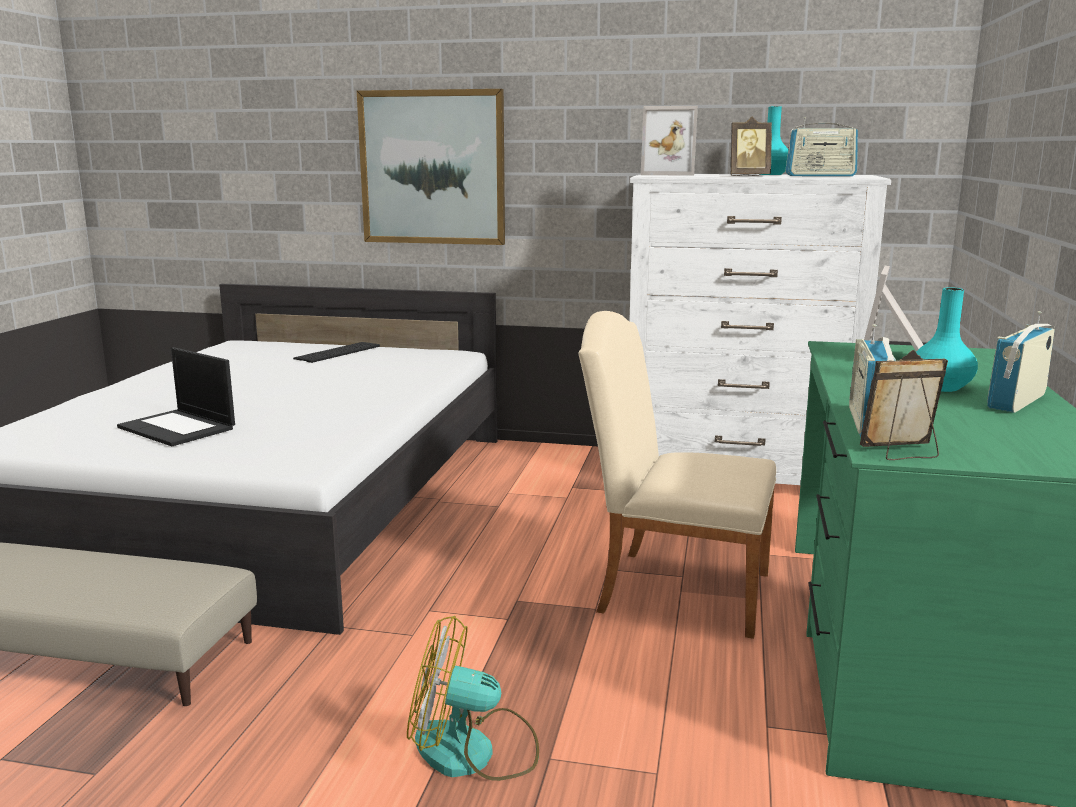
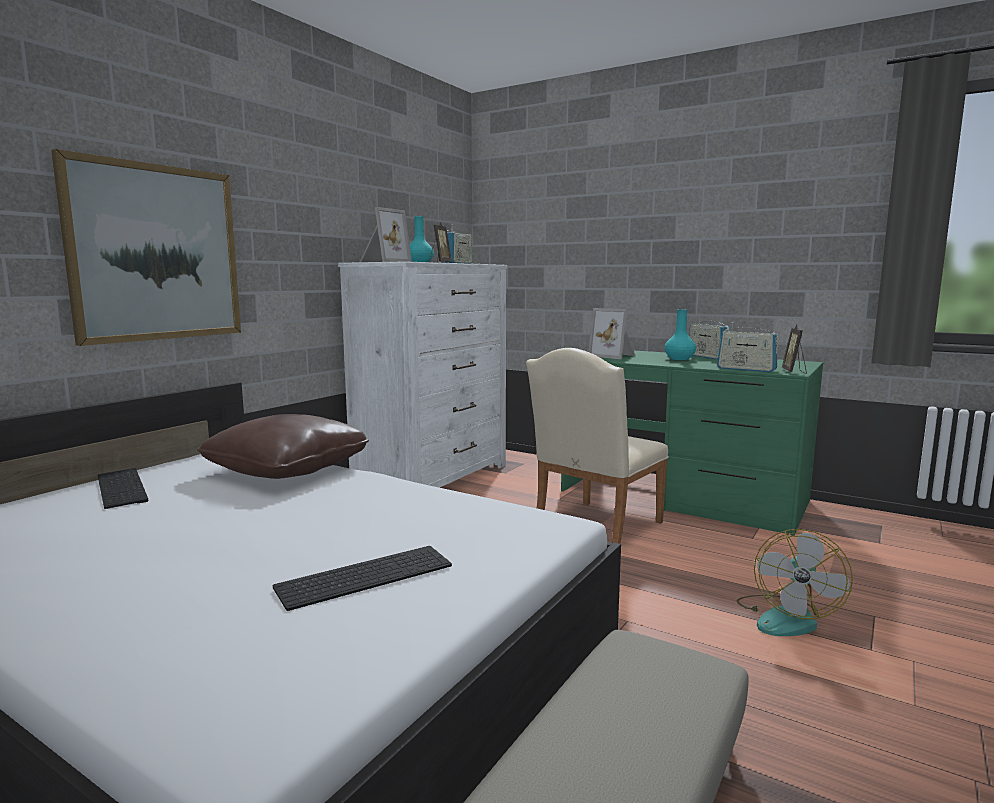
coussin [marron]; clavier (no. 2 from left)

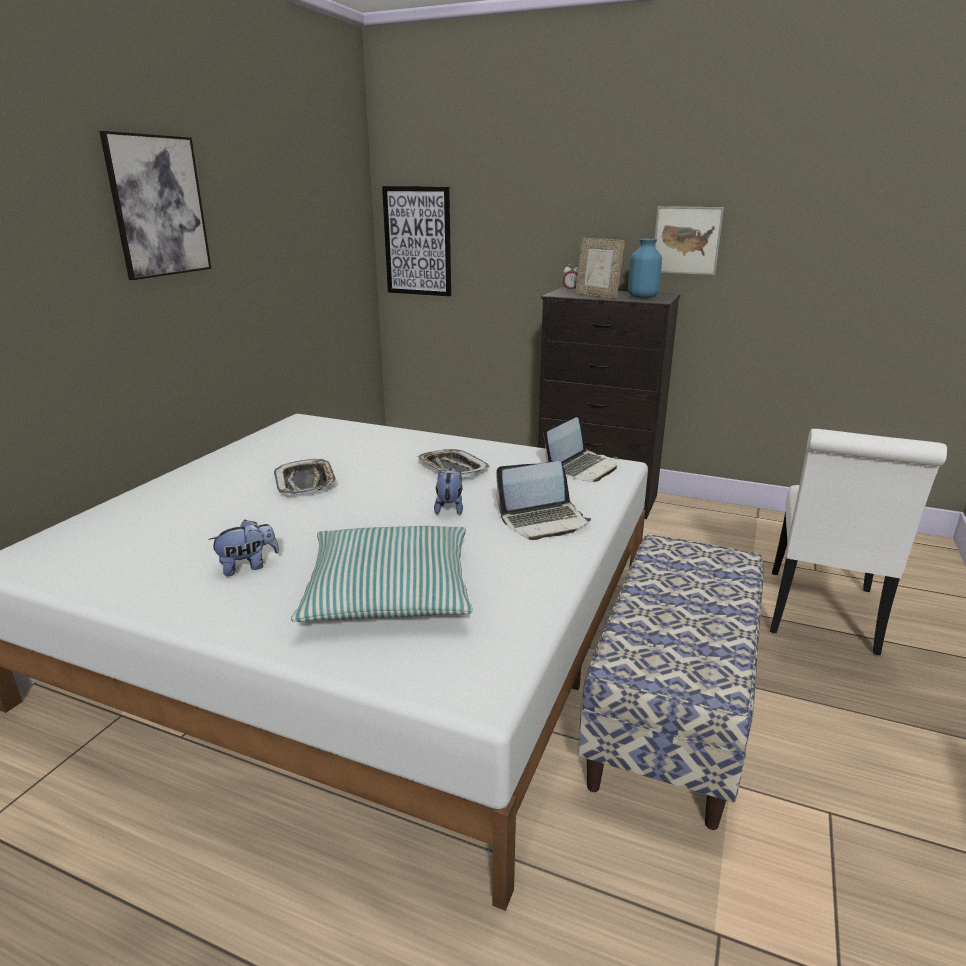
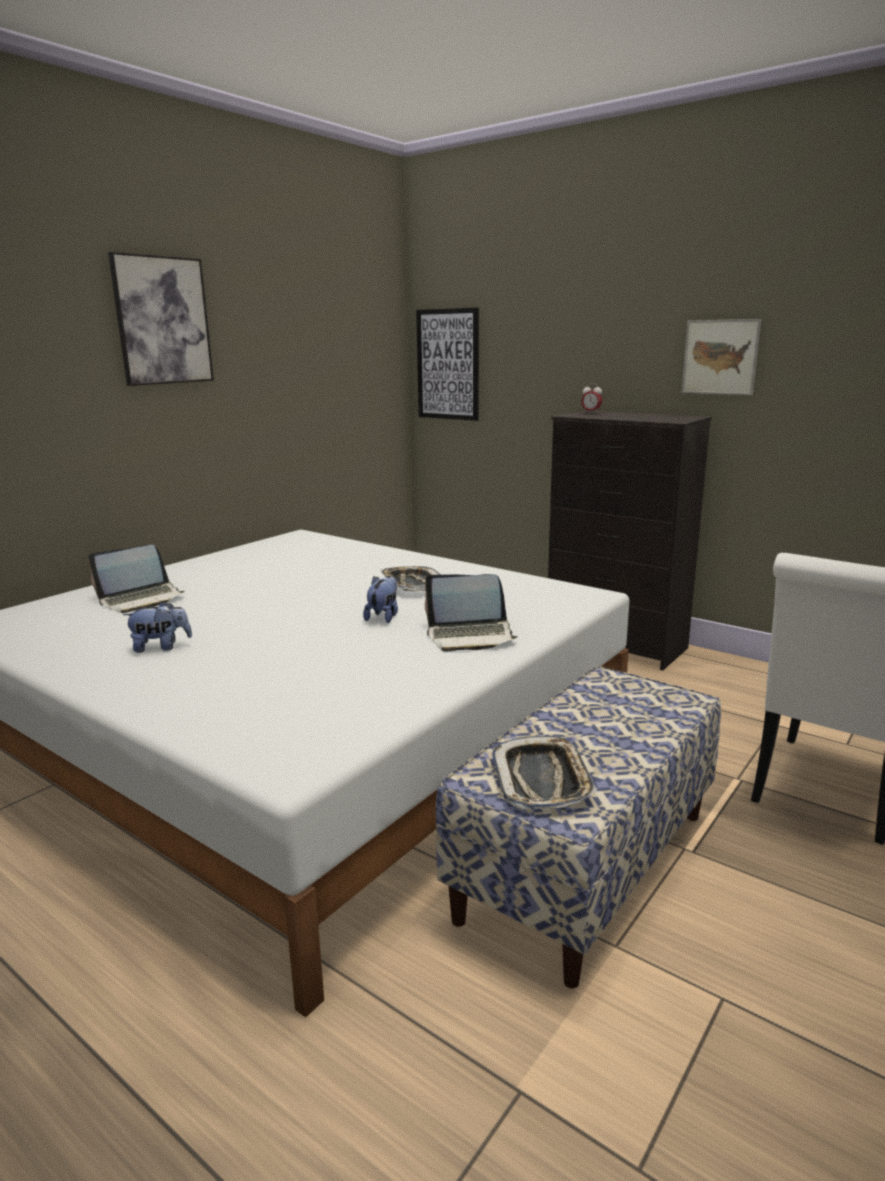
coussin; cadre photo; vase [bleu]; plateau (no. 2 from left); ordinateur portable (no. 1 from left)

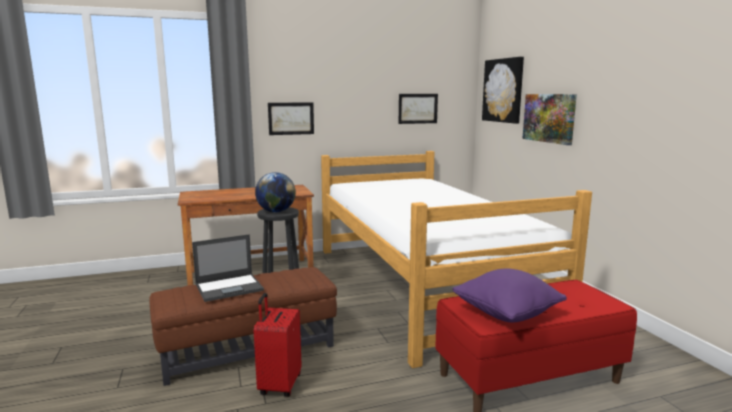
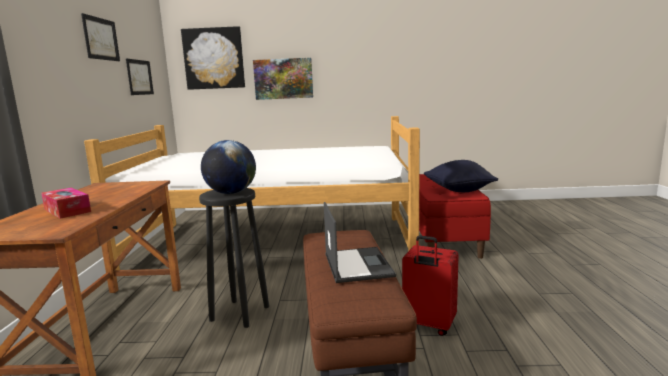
boîte à mouchoirs; tableau (no. 1 from left); coussin [noir]

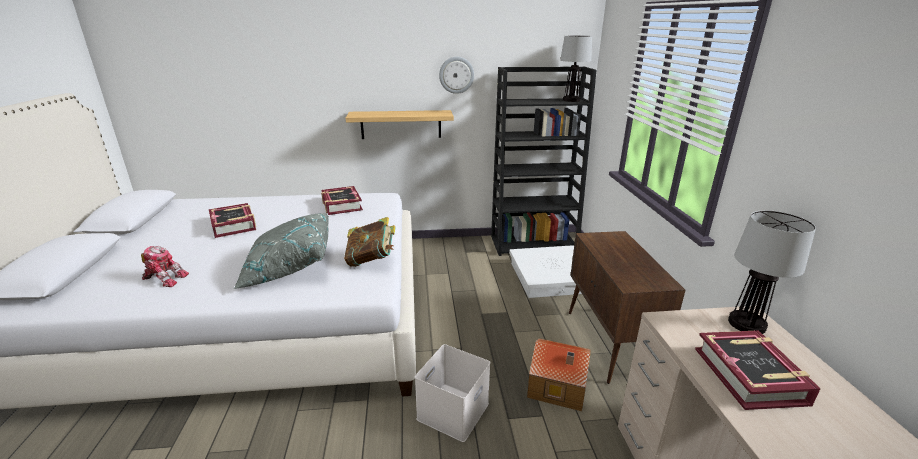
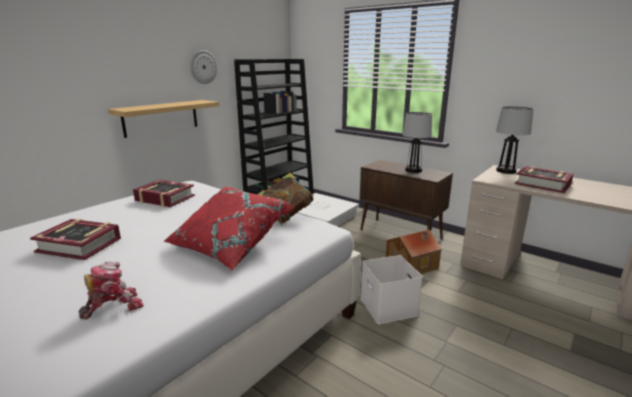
lampe de table (no. 1 from left); coussin [rouge]

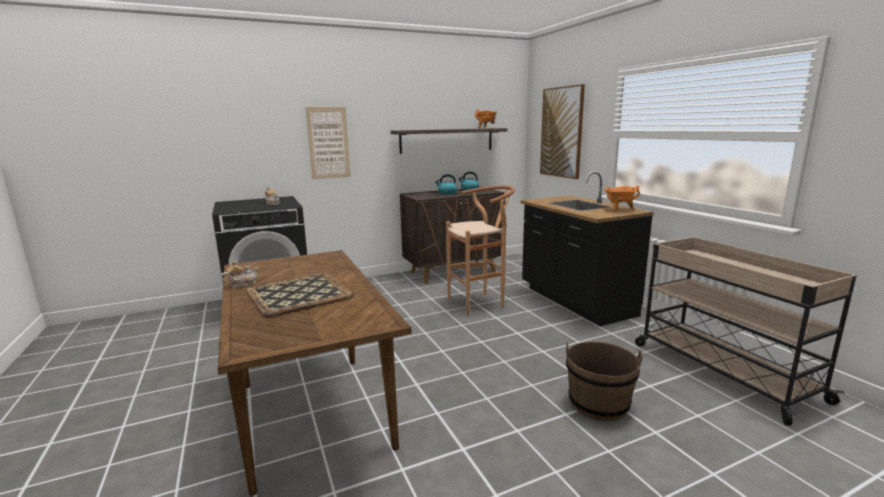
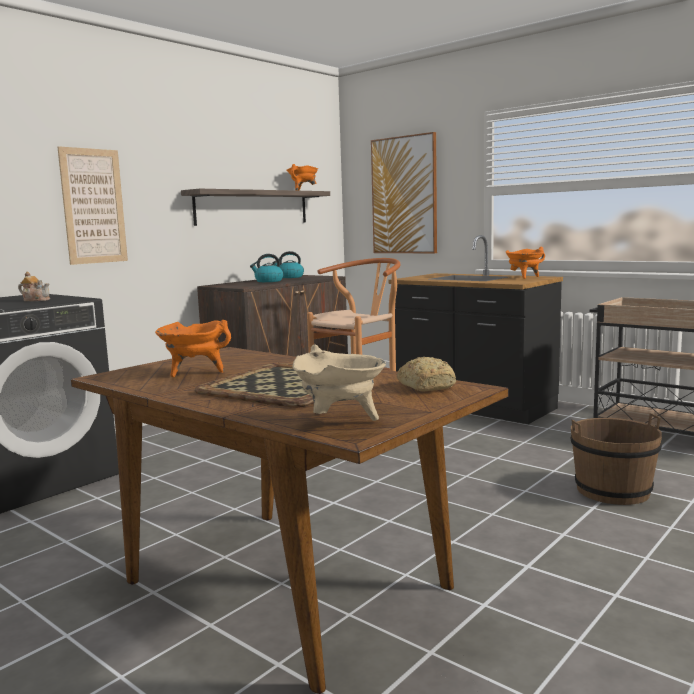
théière (no. 1 from left in the first image); marmite [orange] (no. 1 from left); marmite [beige]; pain

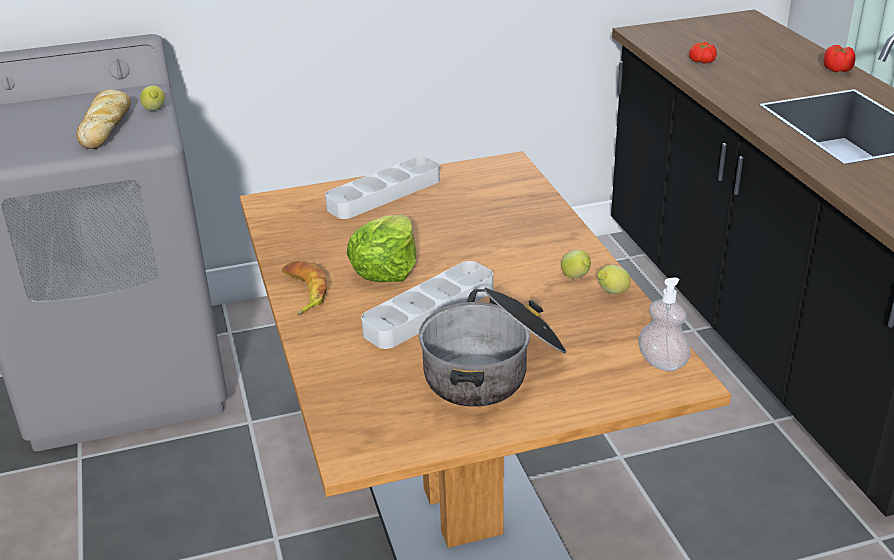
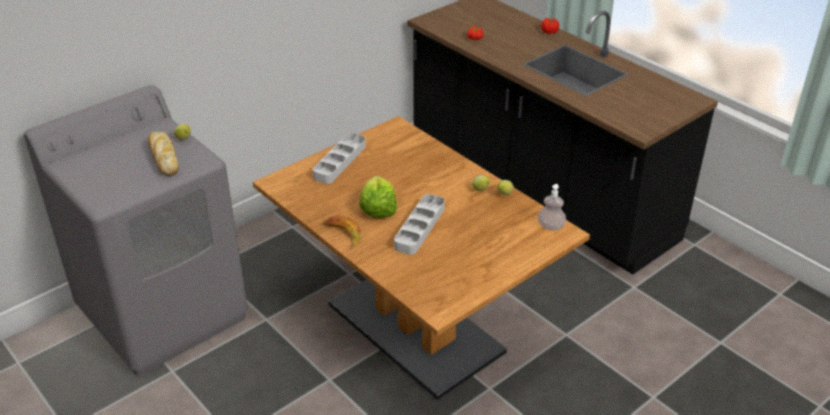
marmite

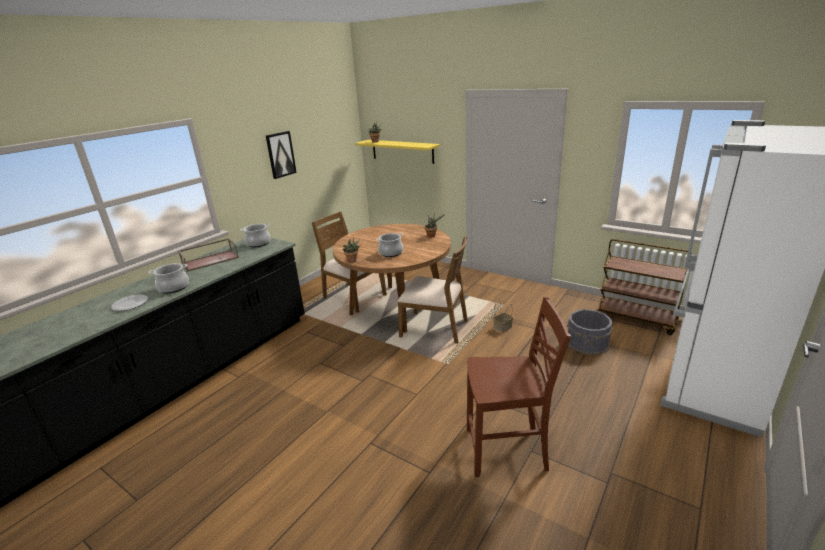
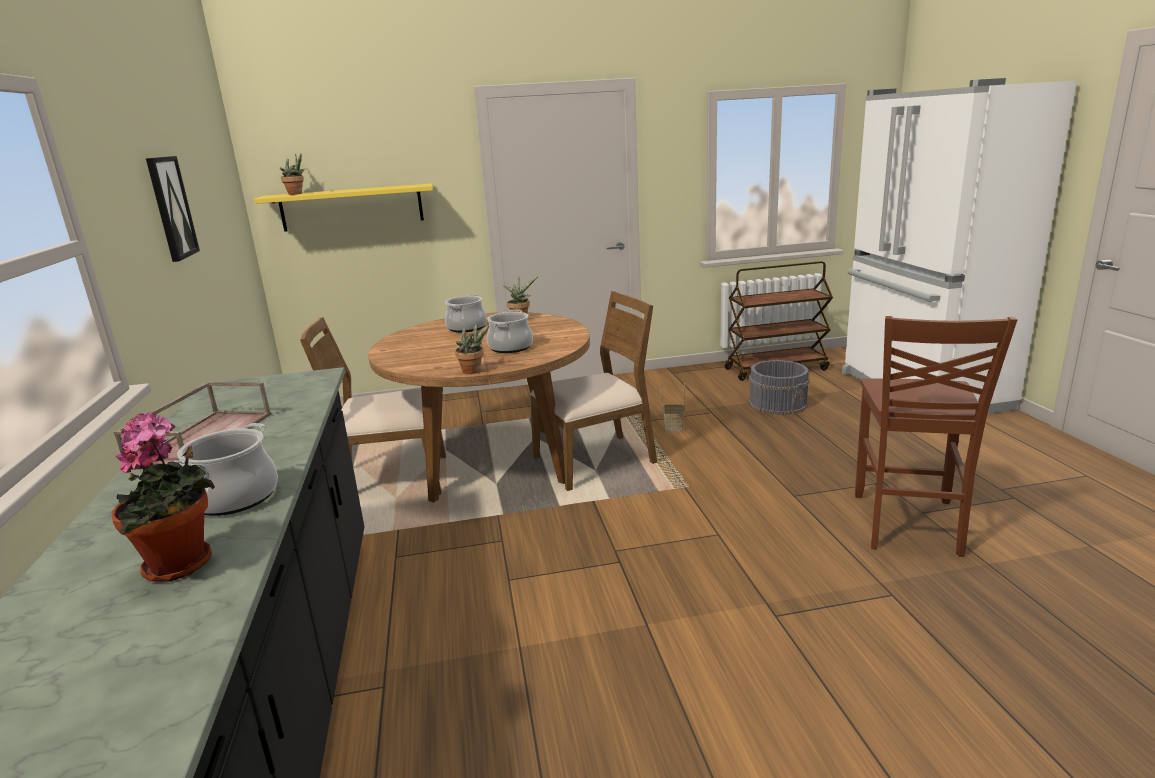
marmite (no. 2 from left); plante en pot (no. 1 from left); chaise [marron] (no. 3 from left)

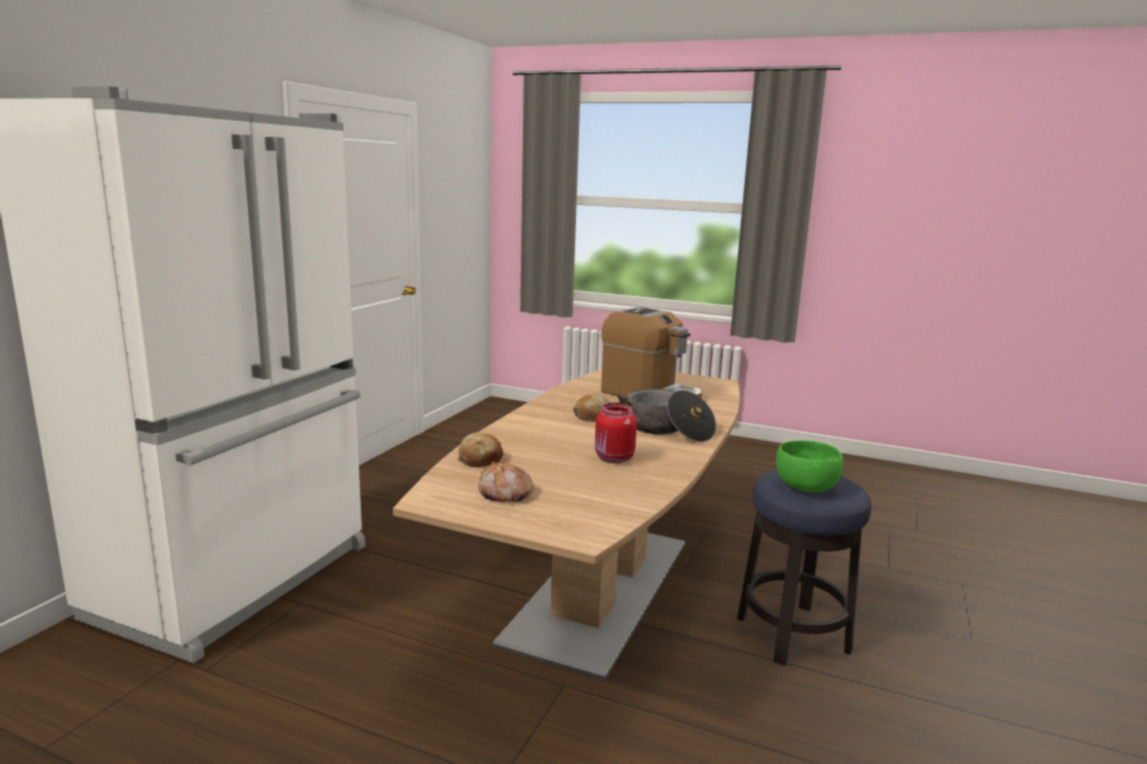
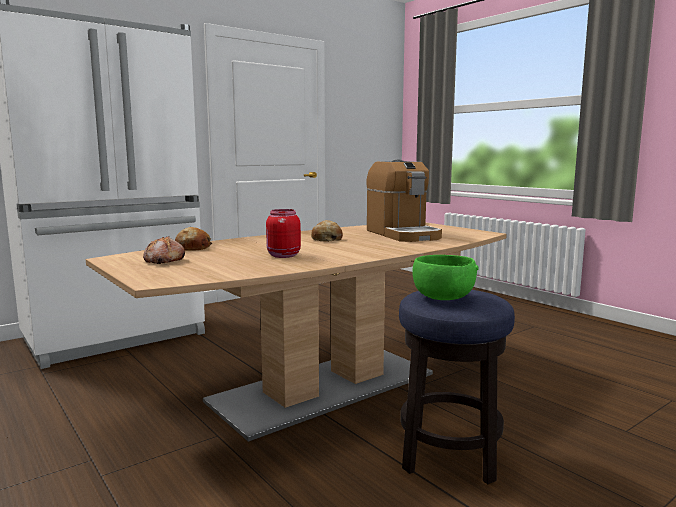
marmite

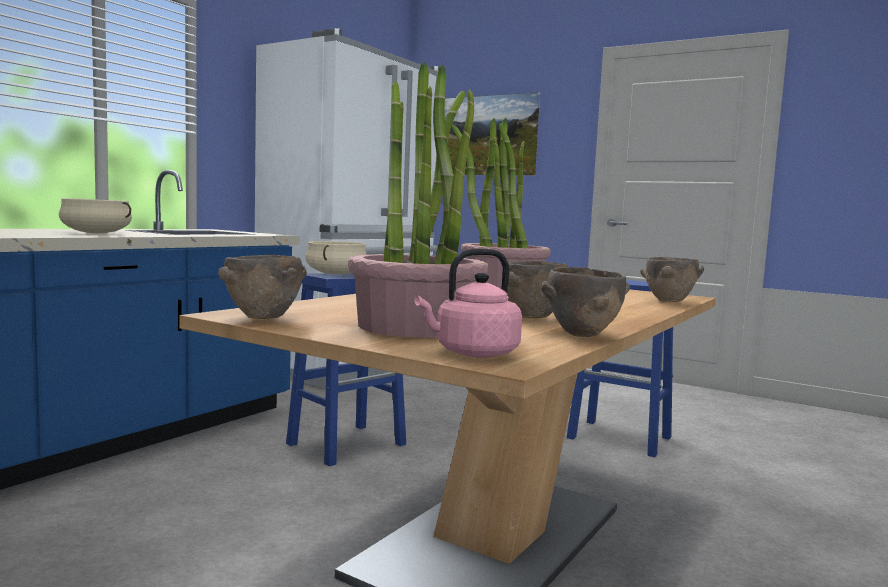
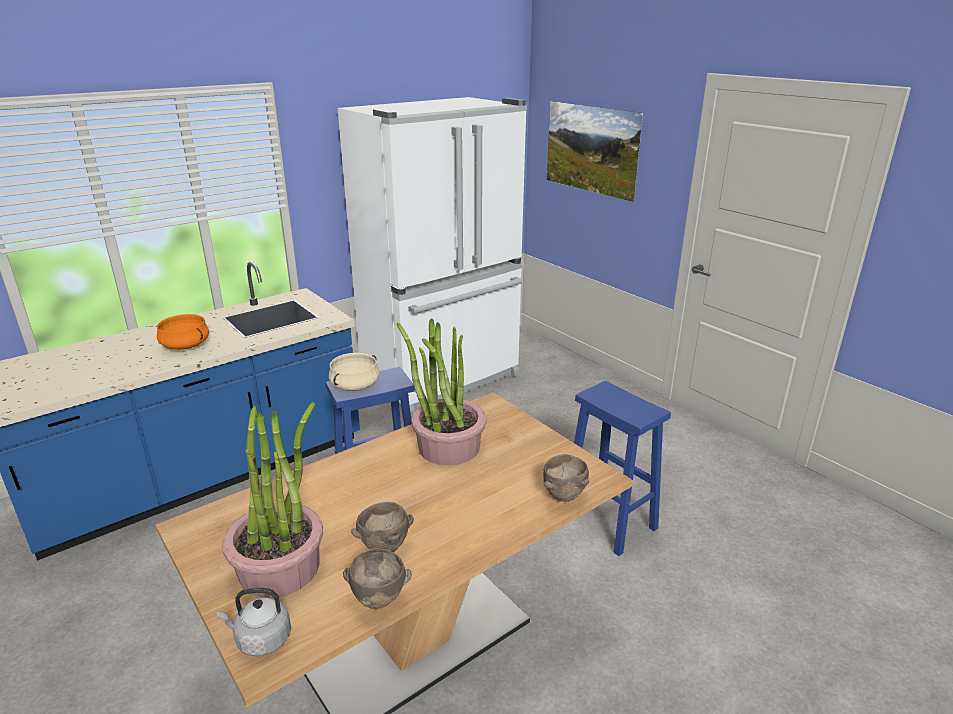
bol [marron] (no. 1 from left in the first image); marmite [orange]; bouilloire [gris]

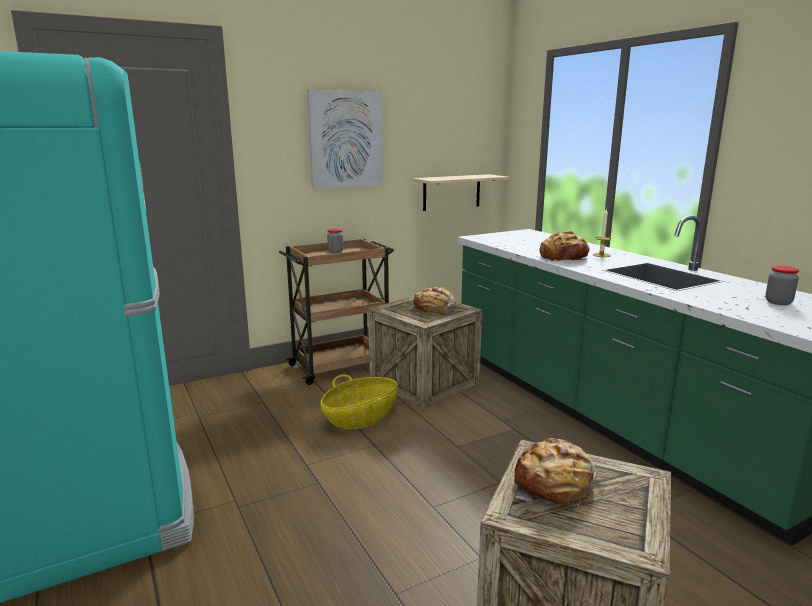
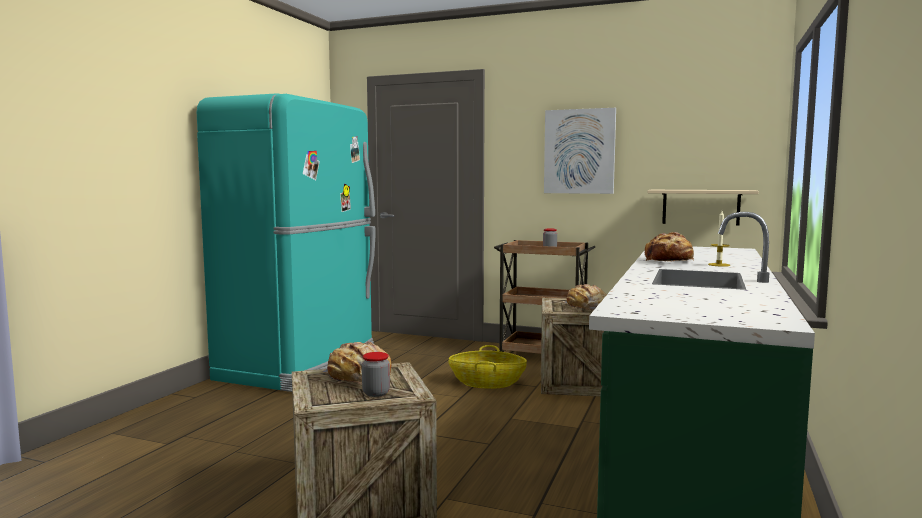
bocal (no. 1 from left)

